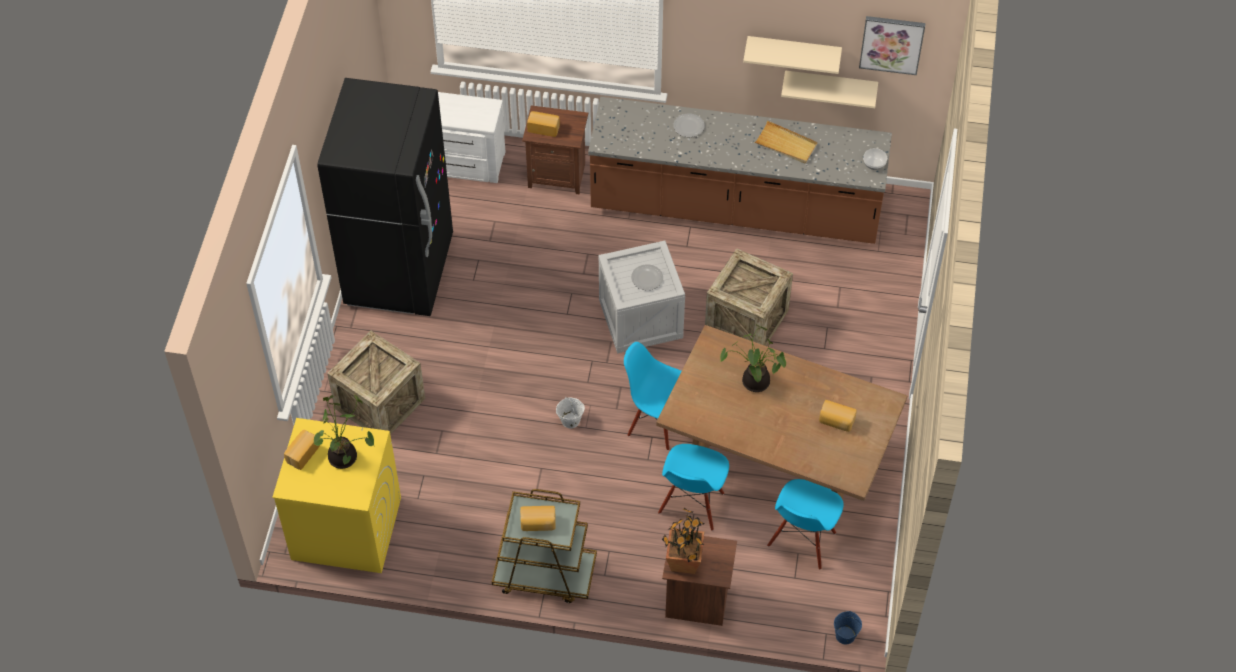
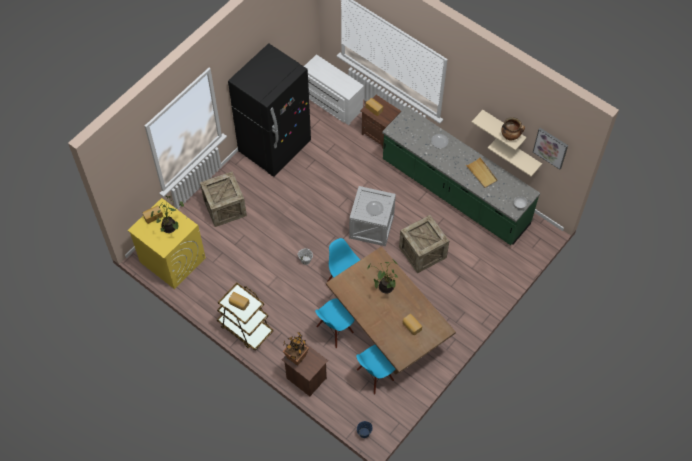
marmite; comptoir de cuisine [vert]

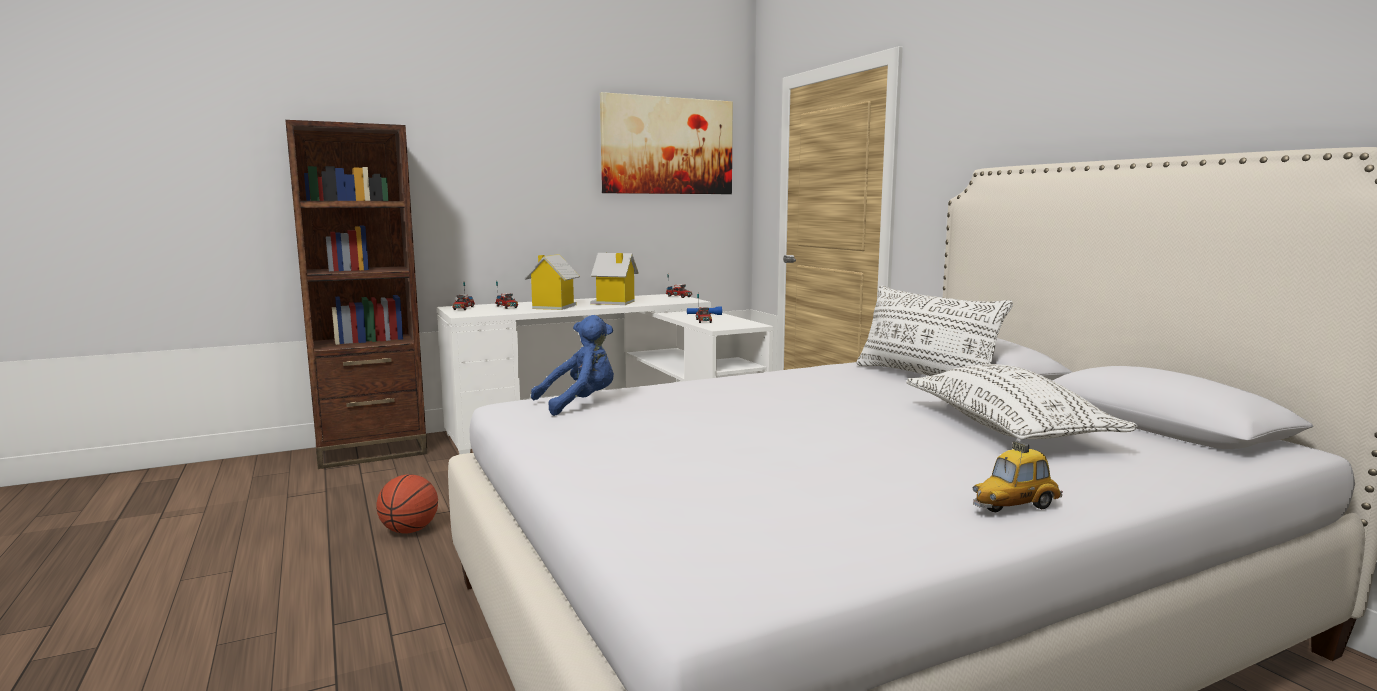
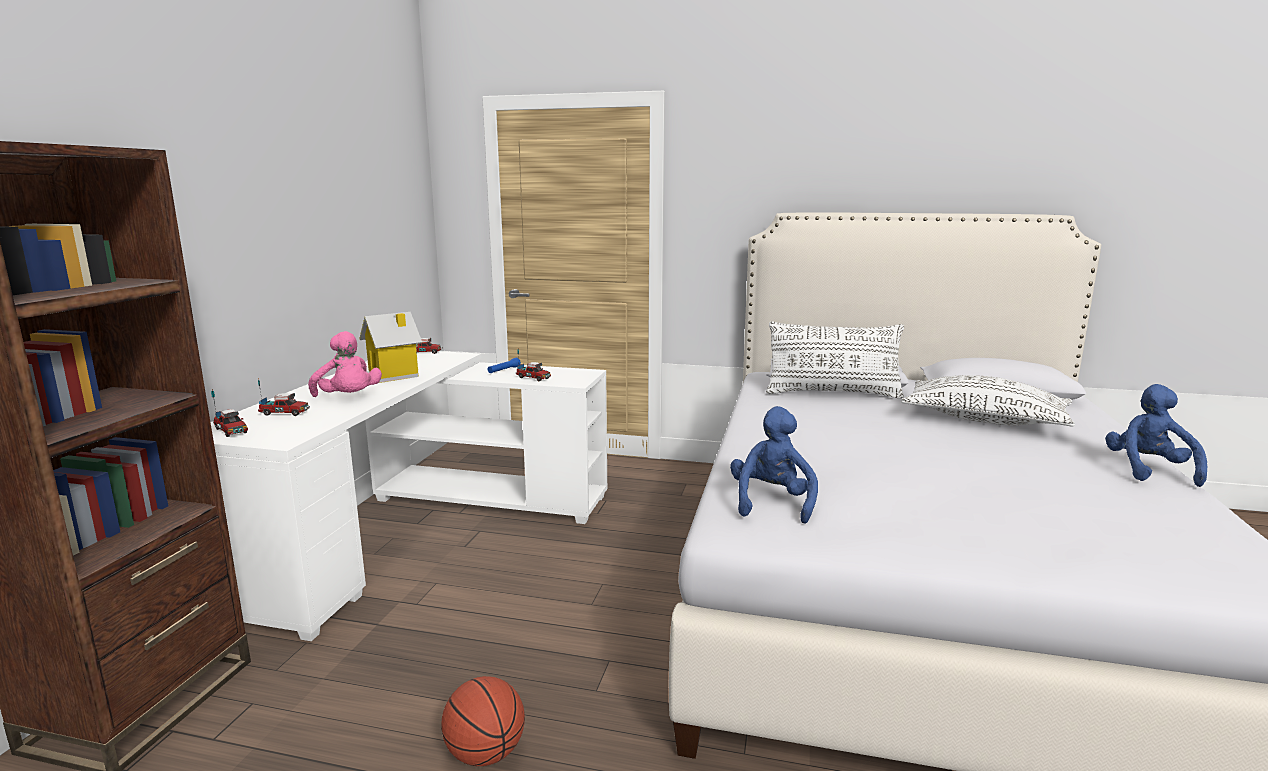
tableau; peluche [rose]; peluche [bleu] (no. 2 from left)

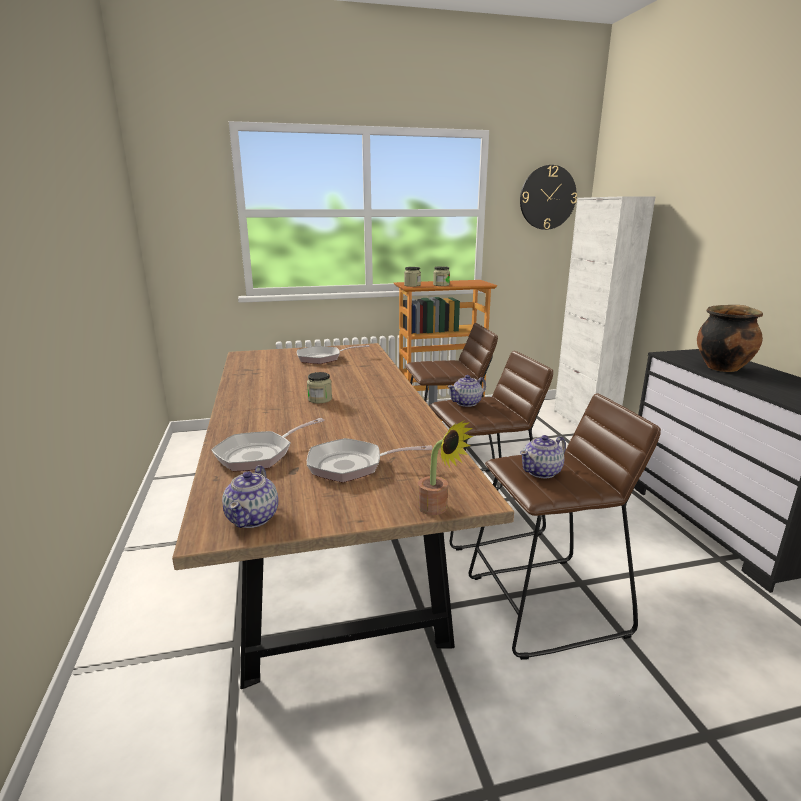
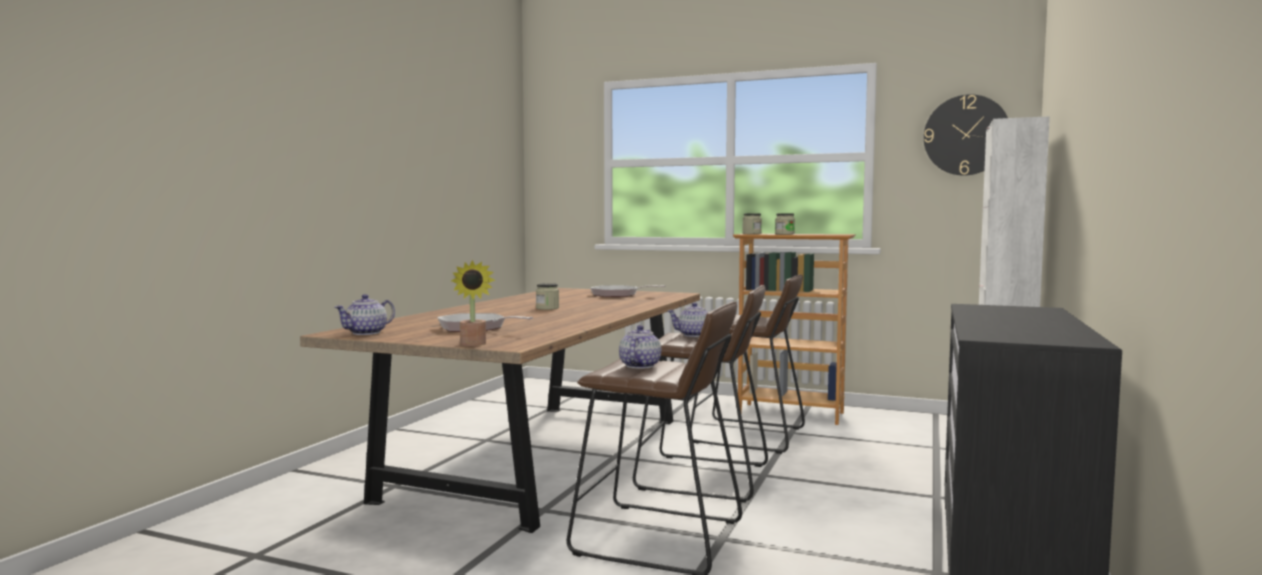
poêle (no. 1 from left in the first image); marmite; théière (no. 2 from left)

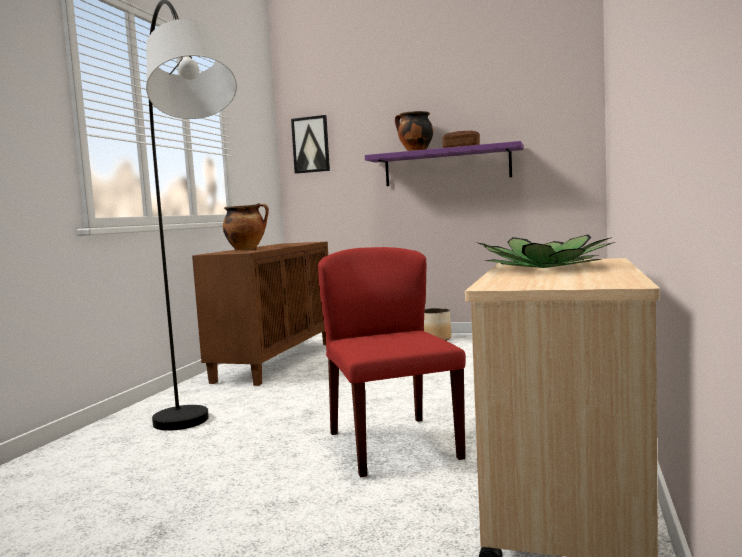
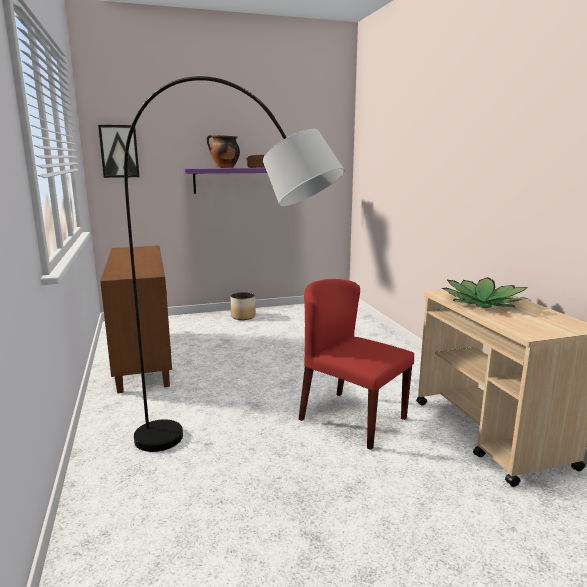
marmite (no. 1 from left in the first image)

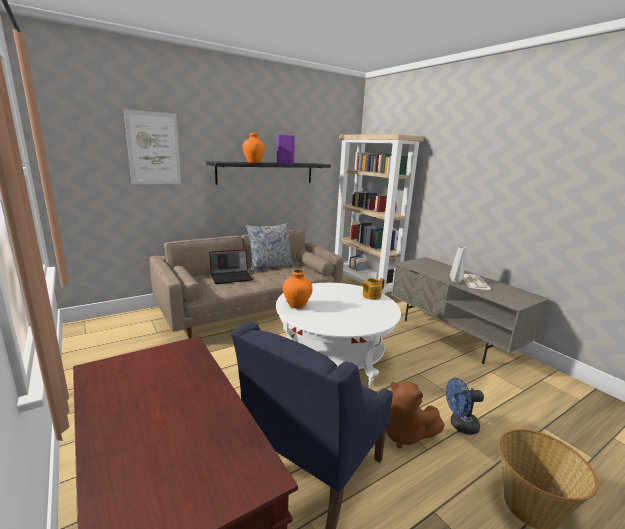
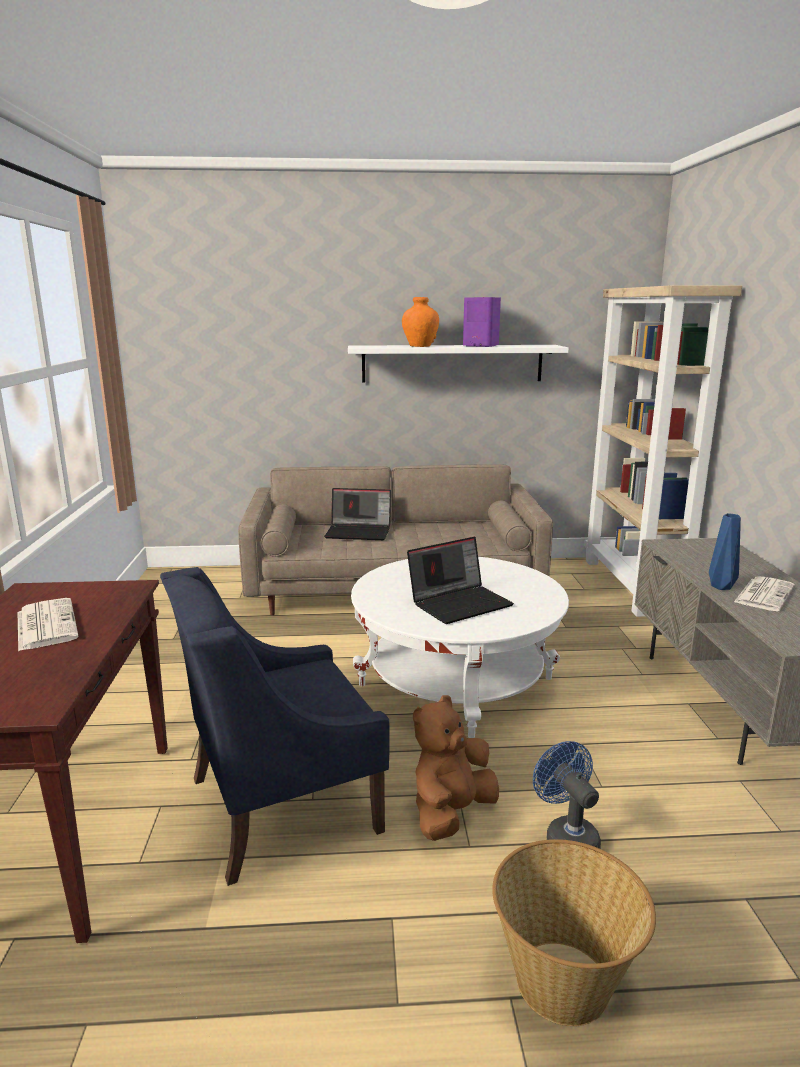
tableau; coussin; vase [orange] (no. 2 from left in the first image); théière; journal (no. 1 from left); ordinateur portable (no. 2 from left); étagère [blanc]; vase [bleu]; peluche [marron]; ventilateur [bleu]

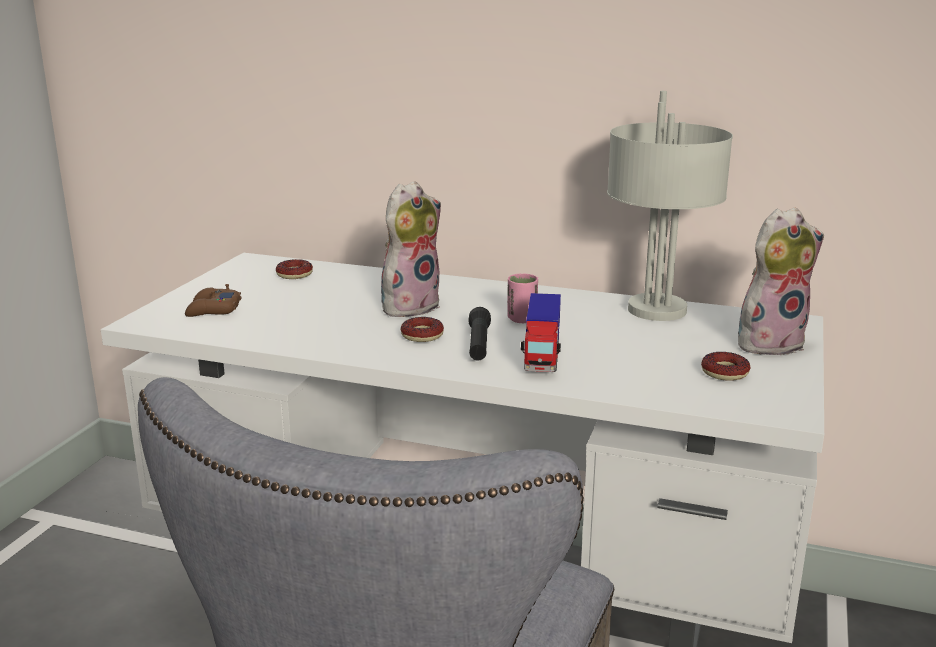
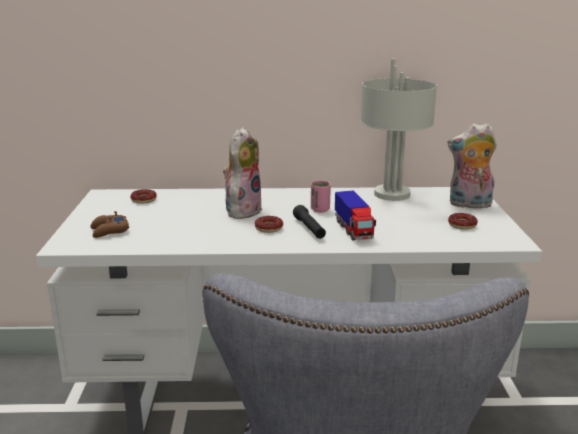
peluche (no. 2 from left)

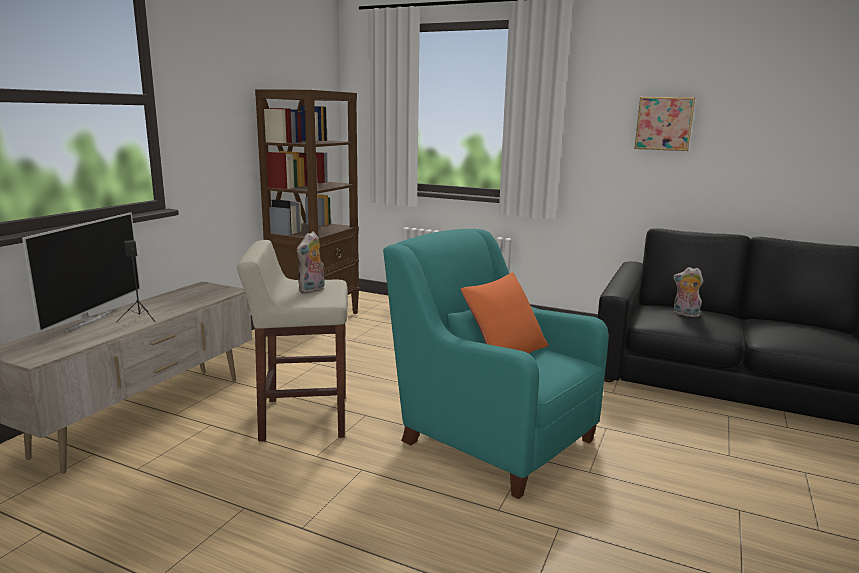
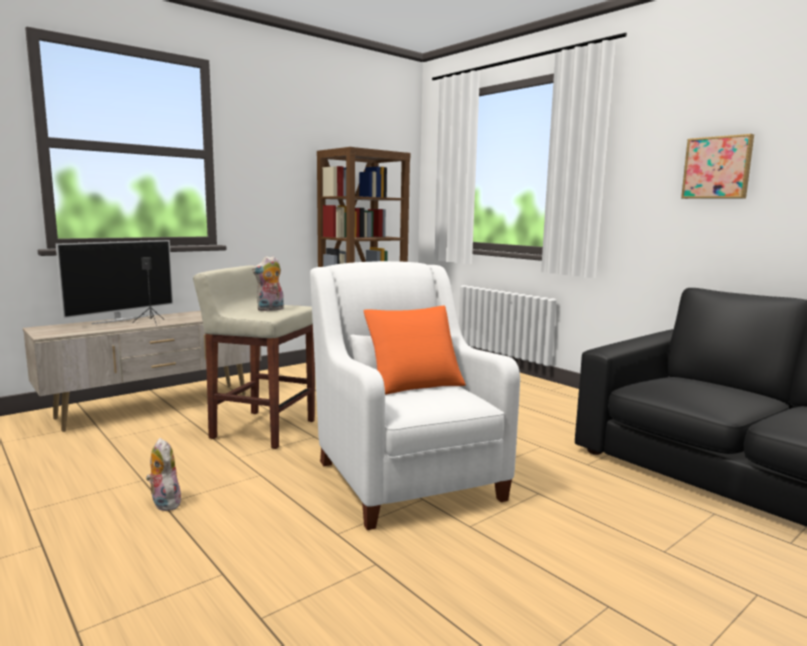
peluche (no. 1 from left); fauteuil [blanc]

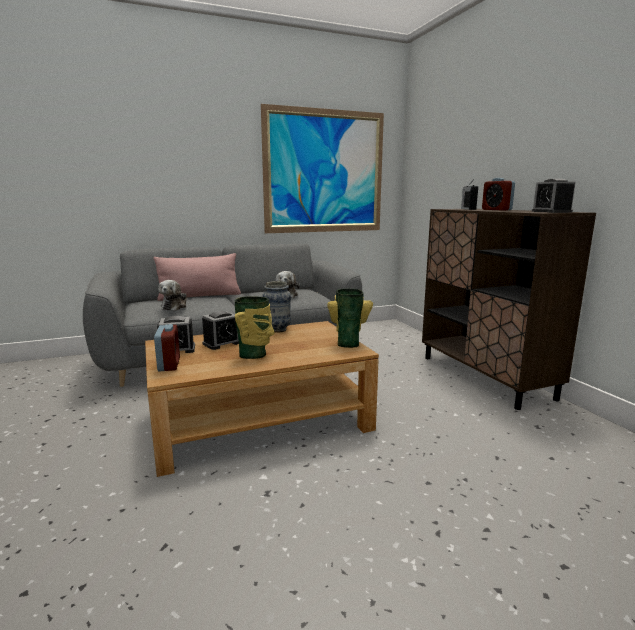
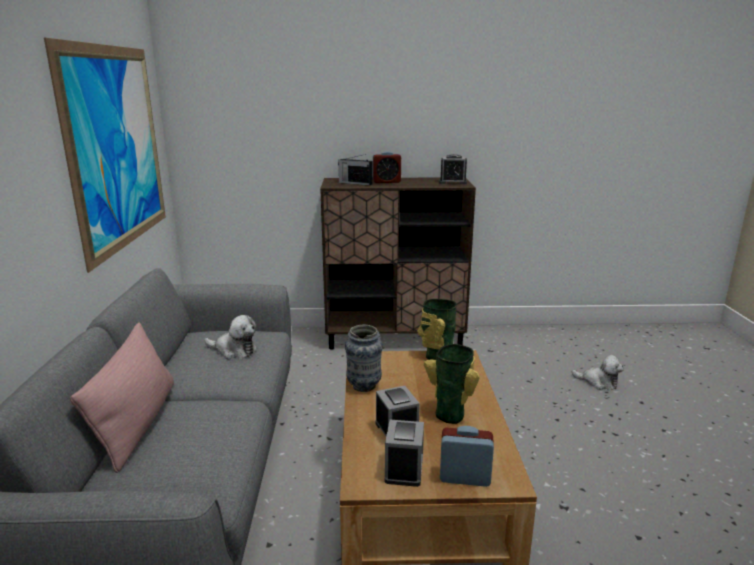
peluche (no. 2 from left)

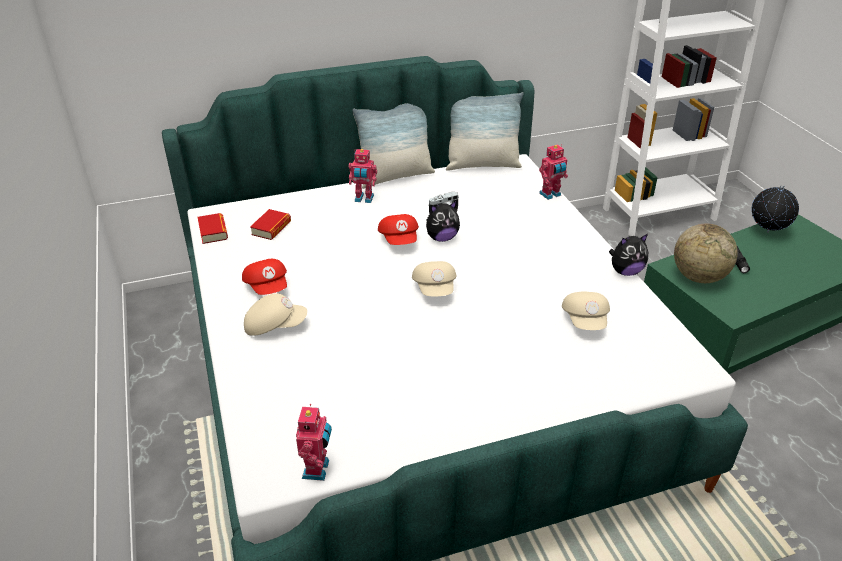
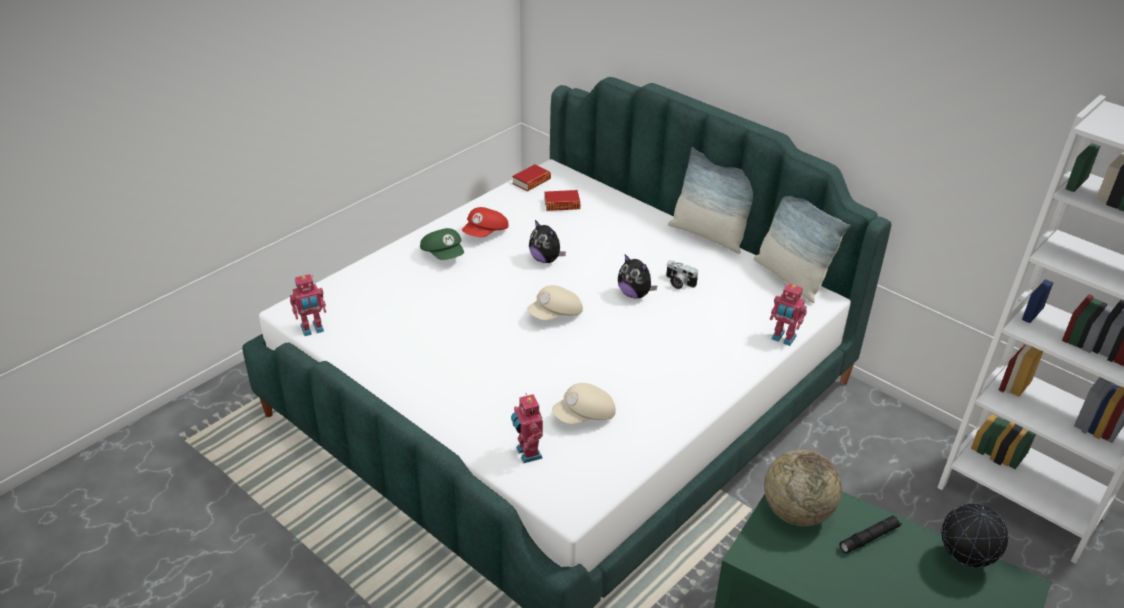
casquette [rouge] (no. 2 from left in the first image); robot jouet (no. 2 from left); peluche (no. 1 from left); casquette [vert]

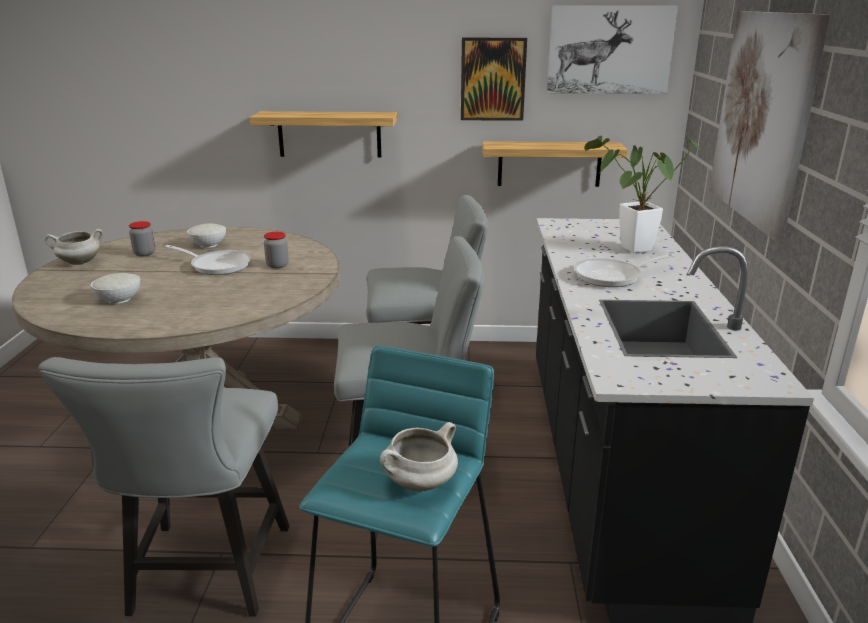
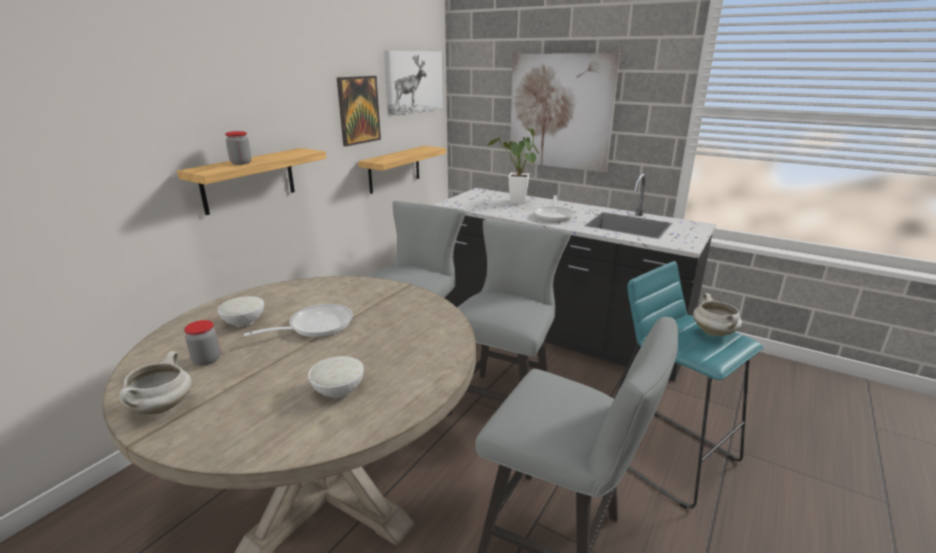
bocal (no. 2 from left)

